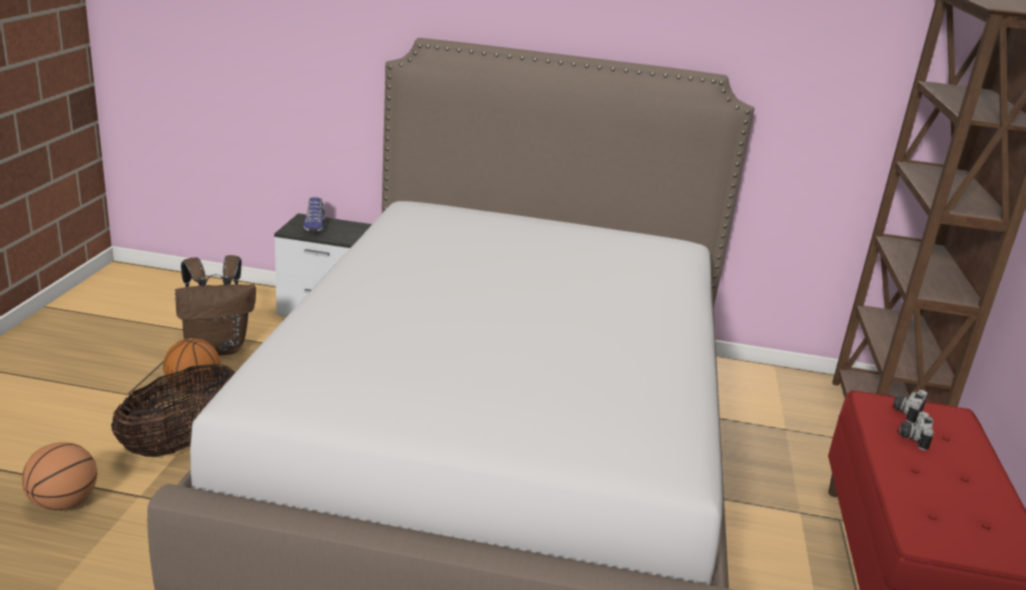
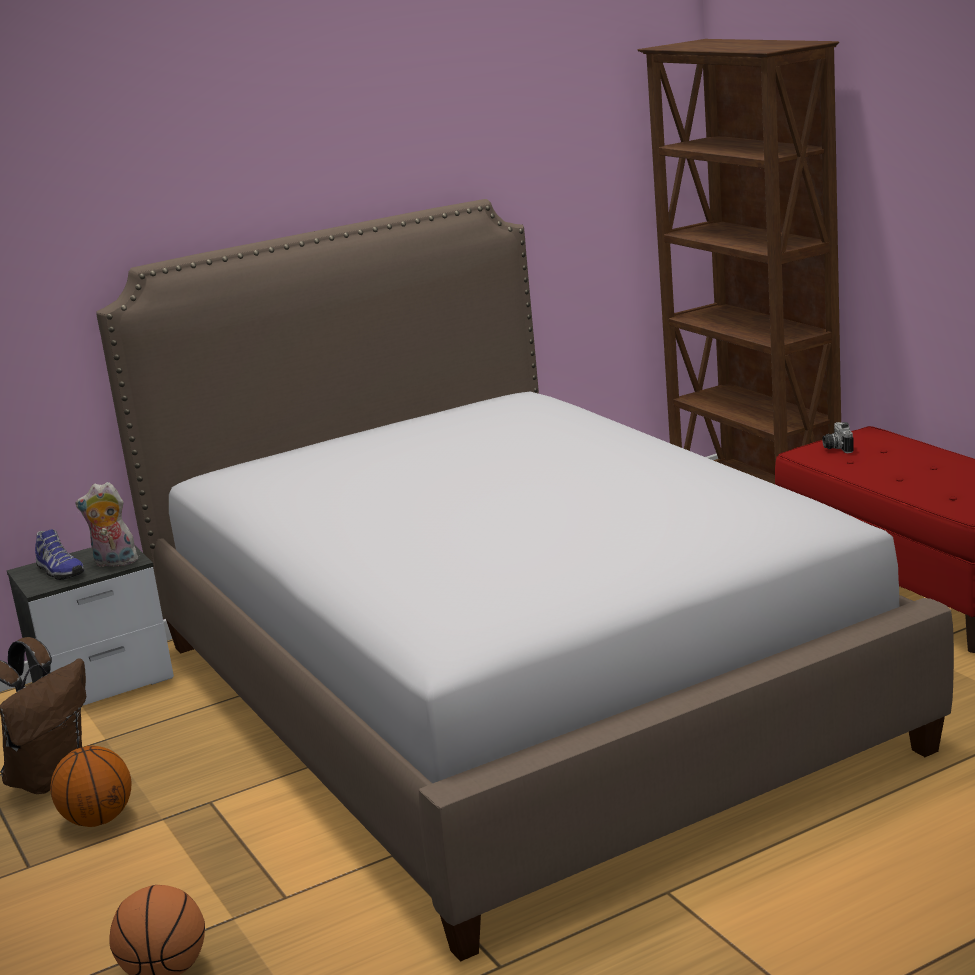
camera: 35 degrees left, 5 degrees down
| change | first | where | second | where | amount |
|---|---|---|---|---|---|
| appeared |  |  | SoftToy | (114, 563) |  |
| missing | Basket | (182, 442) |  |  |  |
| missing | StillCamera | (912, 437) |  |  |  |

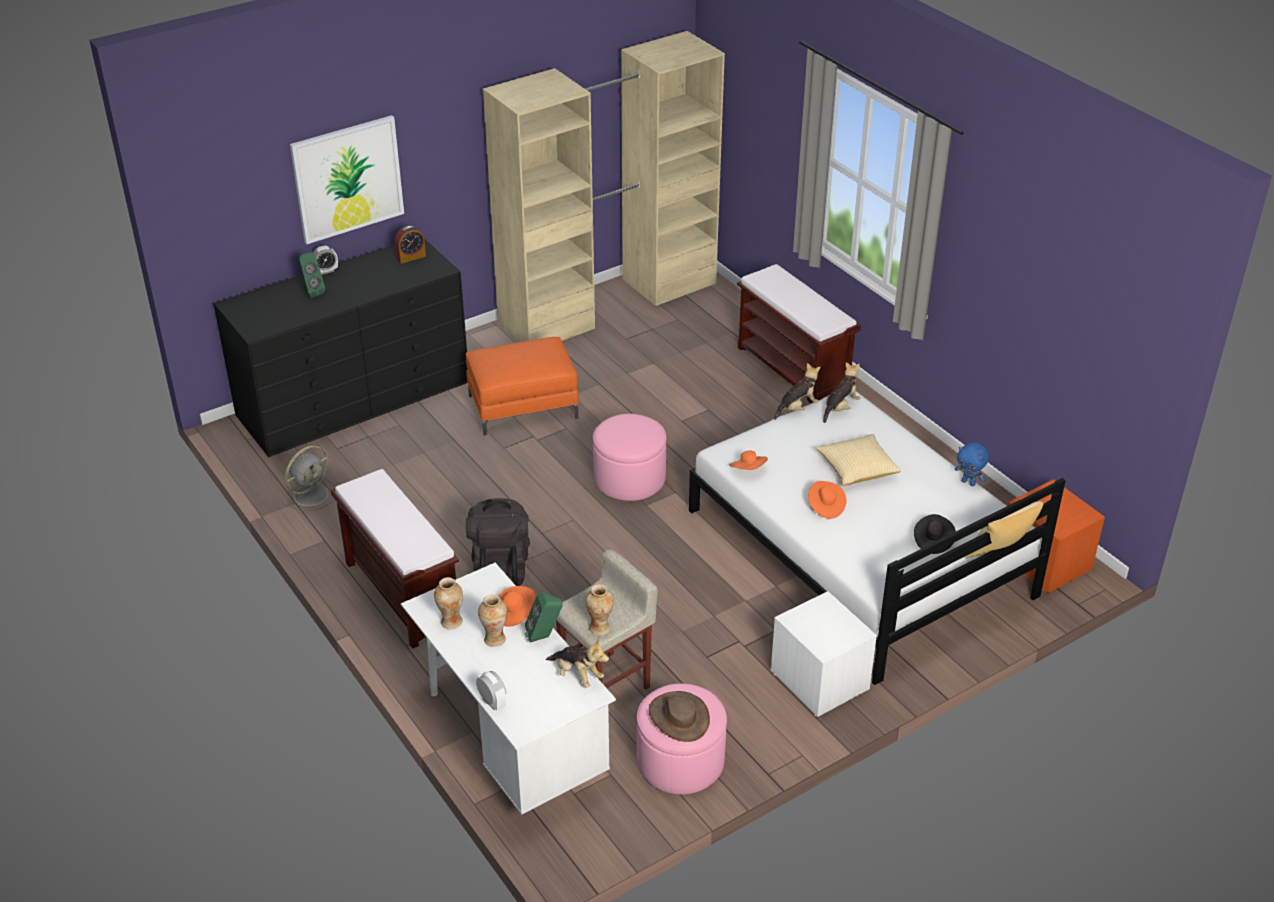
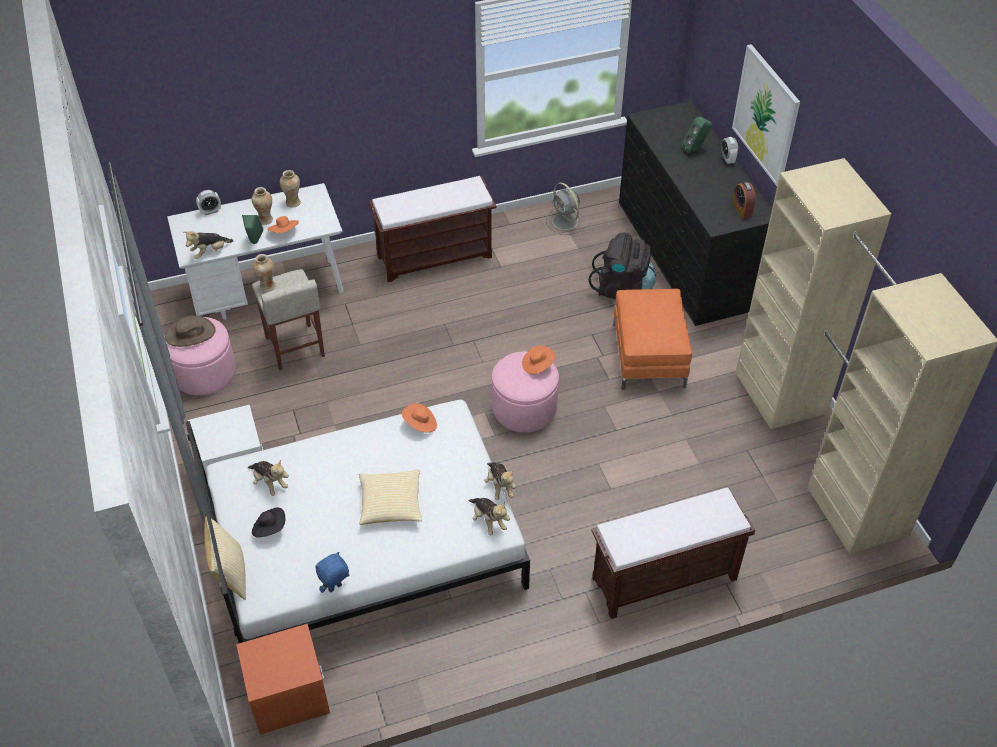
camera: 105 degrees right, 10 degrees up
| change | first | where | second | where | amount |
|---|---|---|---|---|---|
| appeared |  |  | SoftToy | (269, 483) |  |
| relocated | OrangeColouredHat | (825, 507) |  | (537, 365) |  |
| relocated | BlackColouredKnapsack | (500, 568) |  | (622, 288) |  |

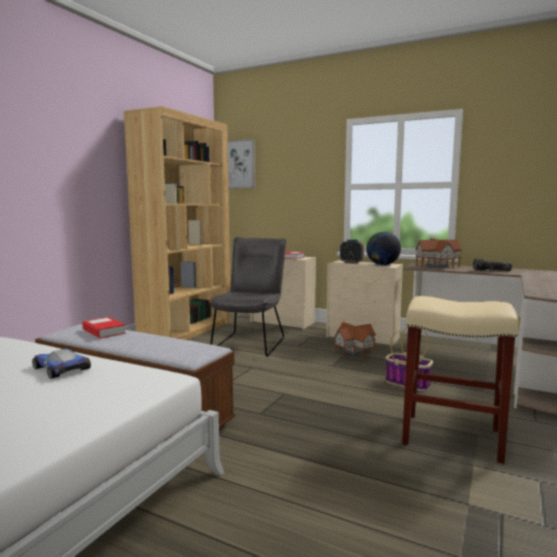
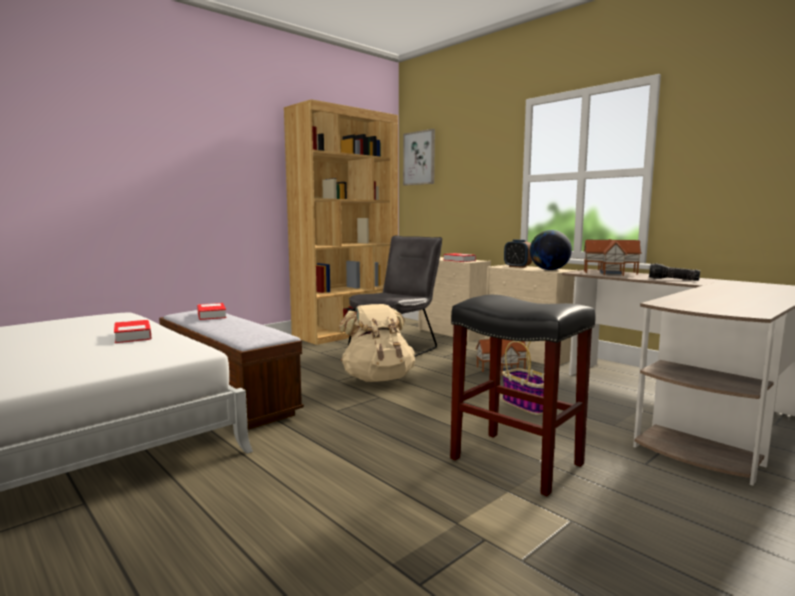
camera: 20 degrees right, 0 degrees up
| change | first | where | second | where | amount |
|---|---|---|---|---|---|
| exchanged | ToyCar | (61, 368) | BoundBook | (133, 336) |  |
| appeared |  |  | BeigeKnapsack | (377, 379) |  |
| colour | BeigeSittingStool | (450, 436) | BlackColouredSittingStool | (514, 461) |  |

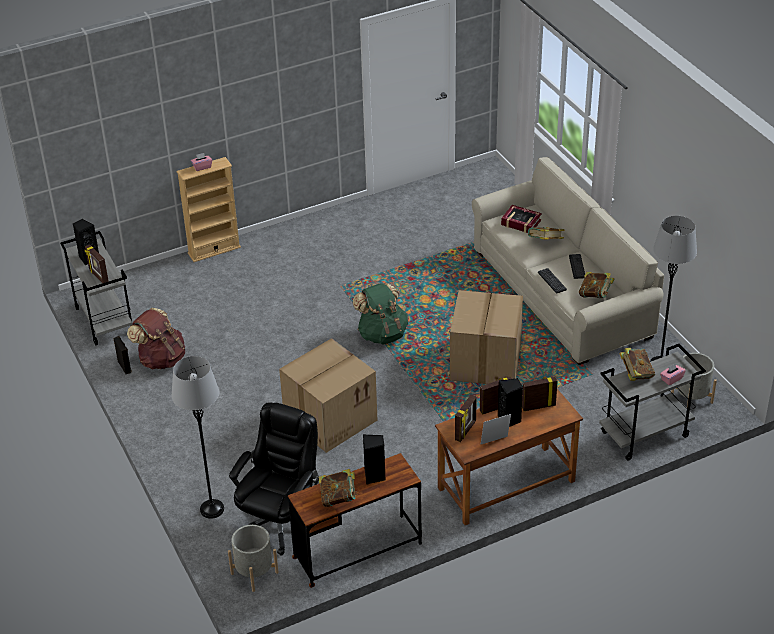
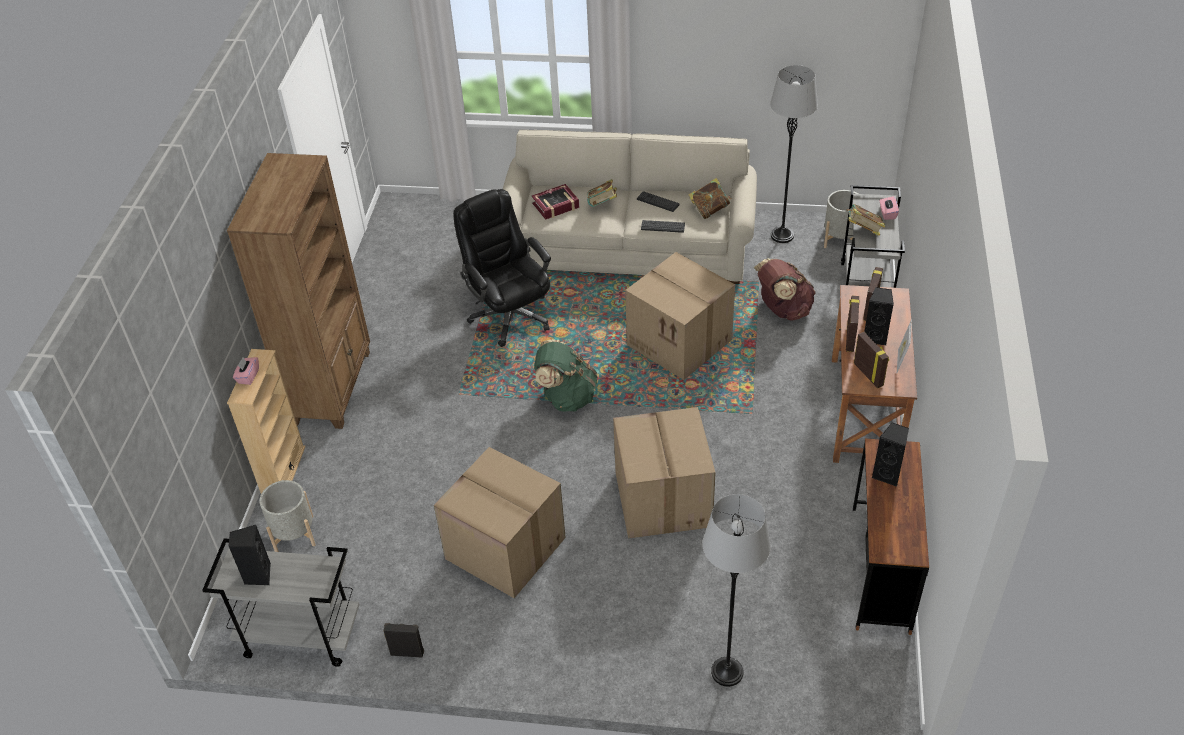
camera: 55 degrees left, 5 degrees up
| change | first | where | second | where | amount |
|---|---|---|---|---|---|
| appeared |  |  | BrownishBookcase | (332, 387) |  |
| relocated | GreyishPlanter | (254, 573) |  | (294, 534) |  |
| appeared |  |  | PackingBox | (503, 548) |  |
| relocated | BlackColouredComputerChair | (281, 521) |  | (510, 315) |  |
| relocated | BrownishKnapsack | (161, 359) |  | (783, 309) |  |
| missing | StandingFrame | (98, 276) |  |  |  |
| missing | BoundBook | (338, 498) |  |  |  |

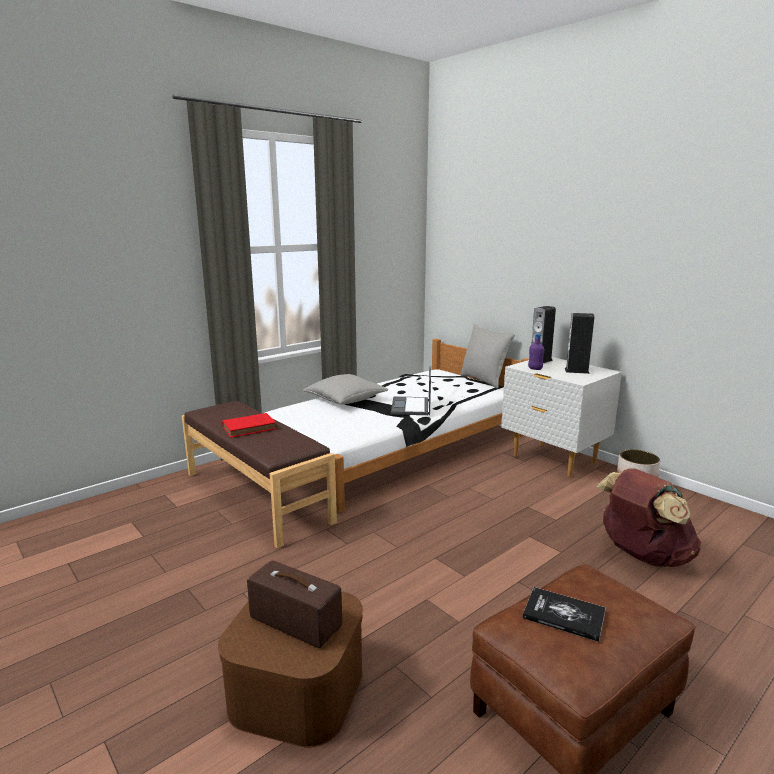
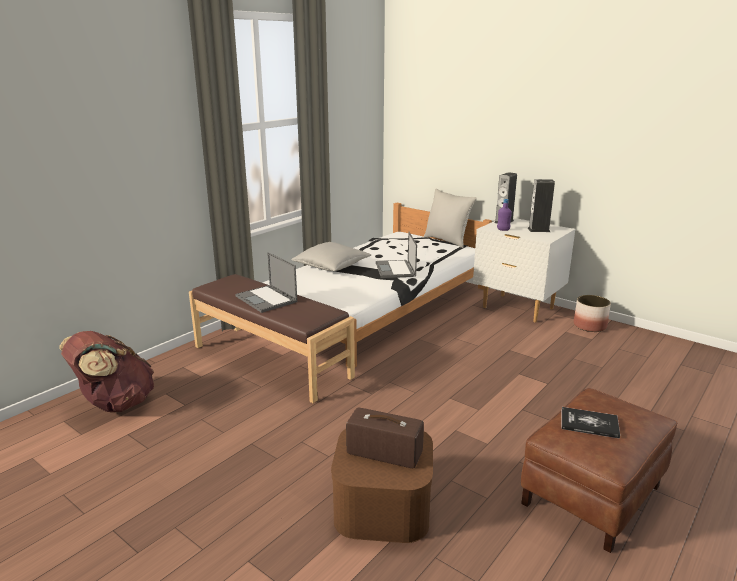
camera: 10 degrees left, 5 degrees up
| change | first | where | second | where | amount |
|---|---|---|---|---|---|
| relocated | BrownishKnapsack | (642, 556) |  | (115, 404) |  |
| exchanged | RedColouredBoundBook | (250, 428) | Laptop | (267, 299) |  |

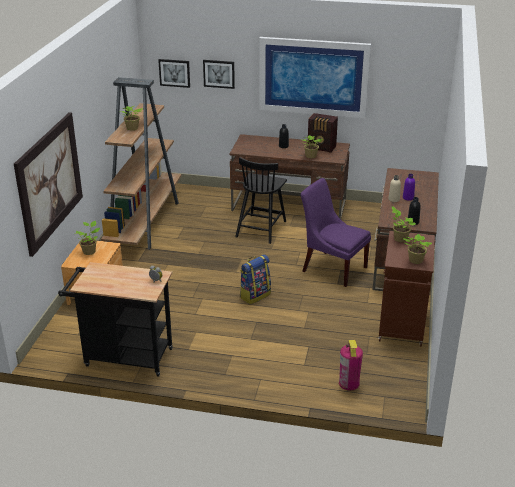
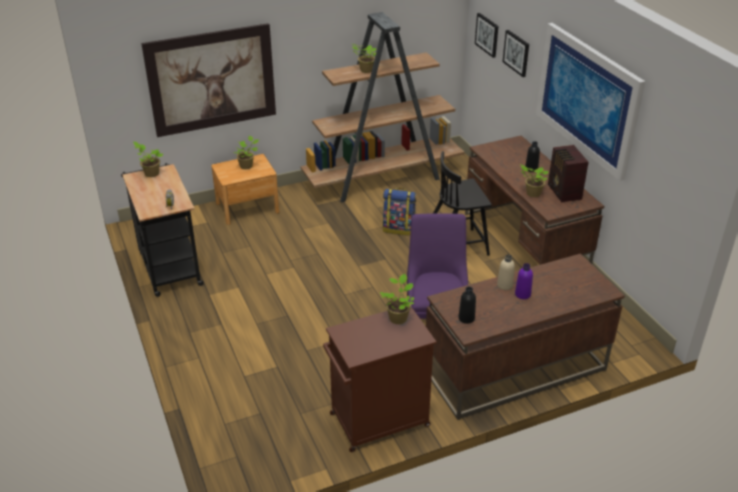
camera: 55 degrees right, 5 degrees up
| change | first | where | second | where | amount |
|---|---|---|---|---|---|
| relocated | PlantInAPot | (415, 261) |  | (151, 173) |  |
| relocated | Knapsack | (255, 295) |  | (399, 229) |  |
| missing | FireExtinguisher | (349, 383) |  |  |  |

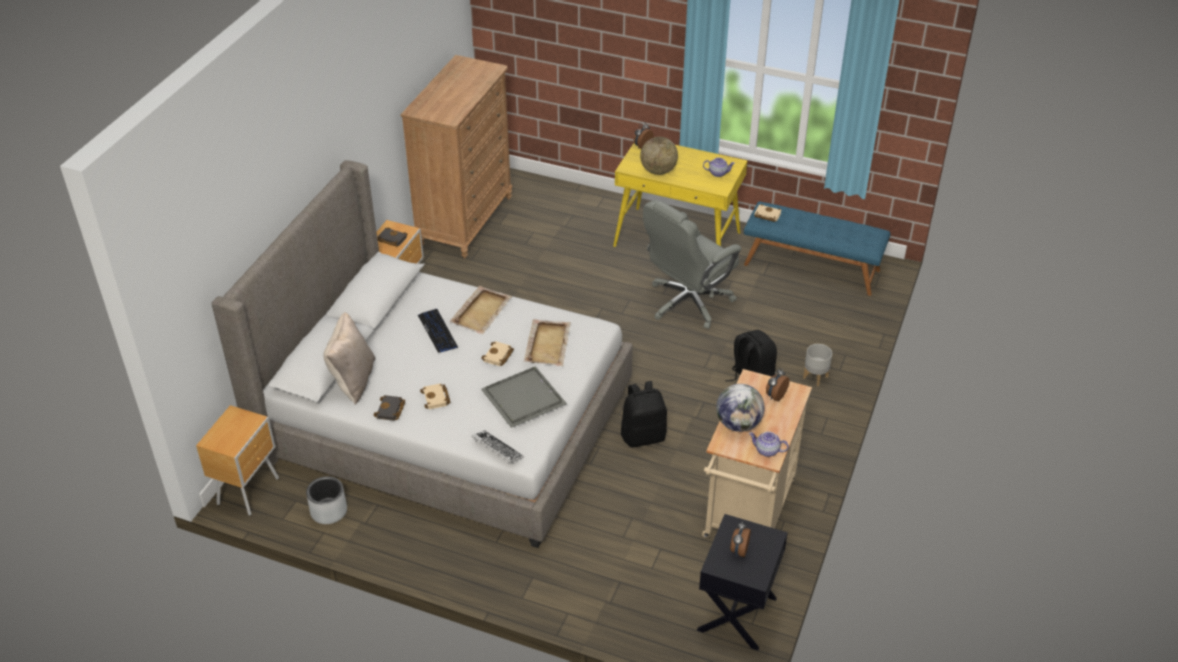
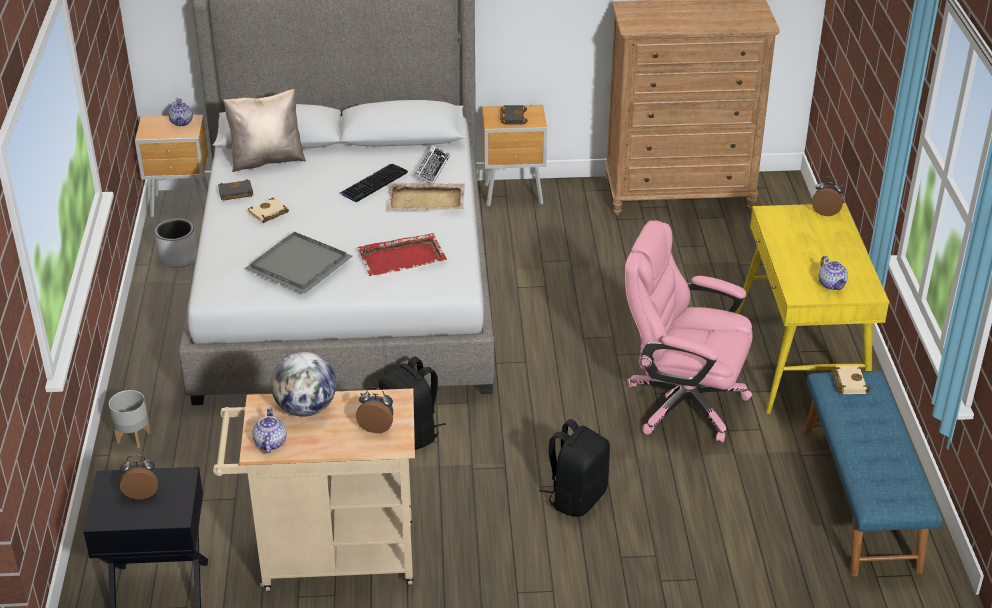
camera: 65 degrees right, 5 degrees down
| change | first | where | second | where | amount |
|---|---|---|---|---|---|
| relocated | GreyishPlanter | (815, 377) |  | (133, 438) |  |
| appeared |  |  | Teapot | (182, 122) |  |
| colour | BeigeCarryingTray | (548, 344) | RedColouredCarryingTray | (403, 257) |  |
| relocated | Keyboard | (497, 449) |  | (432, 168) |  |
| colour | GreyishComputerChair | (688, 302) | PinkishComputerChair | (682, 402) |  |
| missing | BeigeBoundBook | (498, 356) |  |  |  |
| missing | WorldGlobe | (658, 171) |  |  |  |

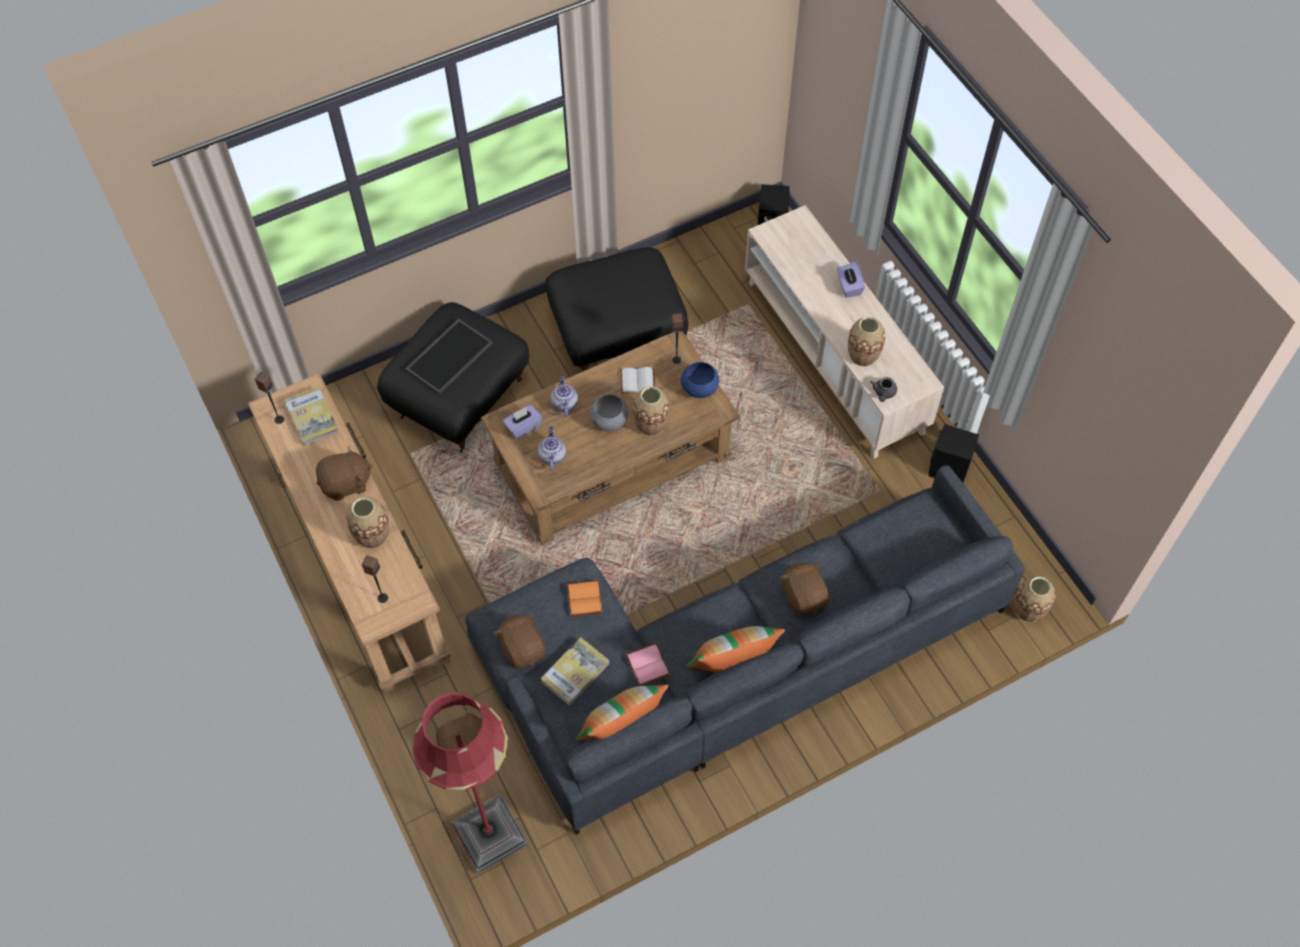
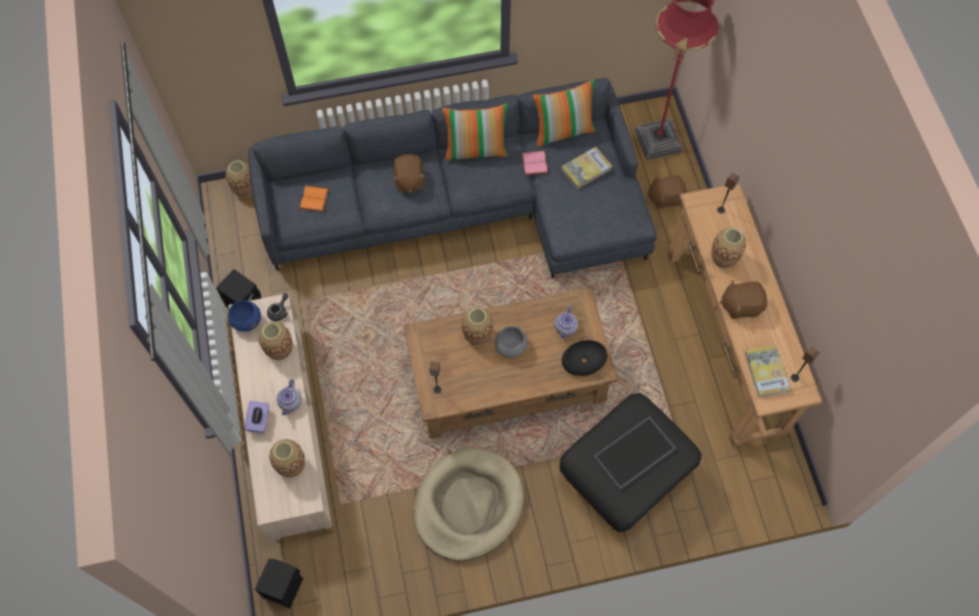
camera: 165 degrees left, 5 degrees up
| change | first | where | second | where | amount |
|---|---|---|---|---|---|
| relocated | BlueServingBowl | (699, 389) |  | (247, 320) |  |
| appeared |  |  | Vase | (291, 465) |  |
| relocated | Teapot | (564, 403) |  | (290, 403) |  |
| relocated | OrangeColouredBoundBook | (583, 598) |  | (315, 199) |  |
| exchanged | BlackColouredOttoman | (618, 333) | BeigeDogBed | (468, 505) |  |
| exchanged | PurplishTissueBox | (523, 427) | BlackColouredServingBowl | (584, 360) |  |
| missing | BrownishSoftToy | (522, 648) |  |  |  |
| missing | WhiteBoundBook | (638, 380) |  |  |  |

